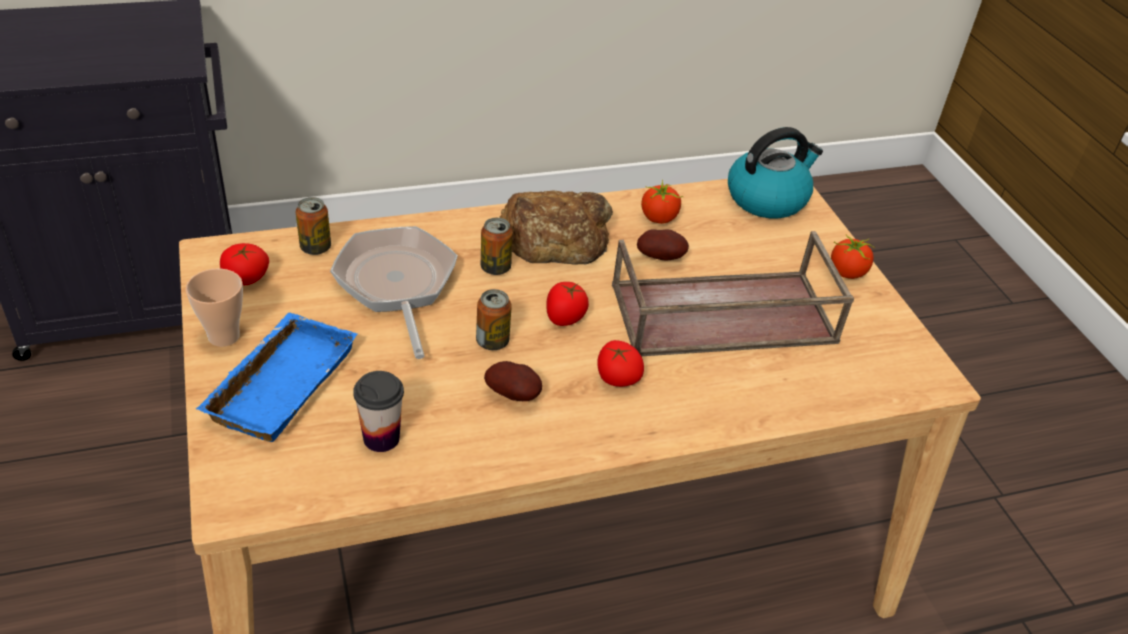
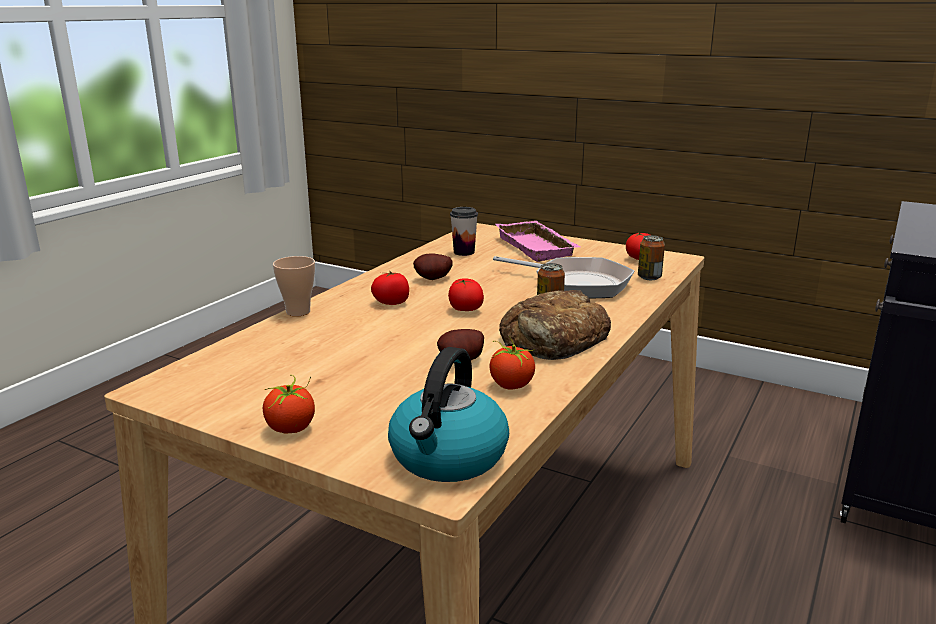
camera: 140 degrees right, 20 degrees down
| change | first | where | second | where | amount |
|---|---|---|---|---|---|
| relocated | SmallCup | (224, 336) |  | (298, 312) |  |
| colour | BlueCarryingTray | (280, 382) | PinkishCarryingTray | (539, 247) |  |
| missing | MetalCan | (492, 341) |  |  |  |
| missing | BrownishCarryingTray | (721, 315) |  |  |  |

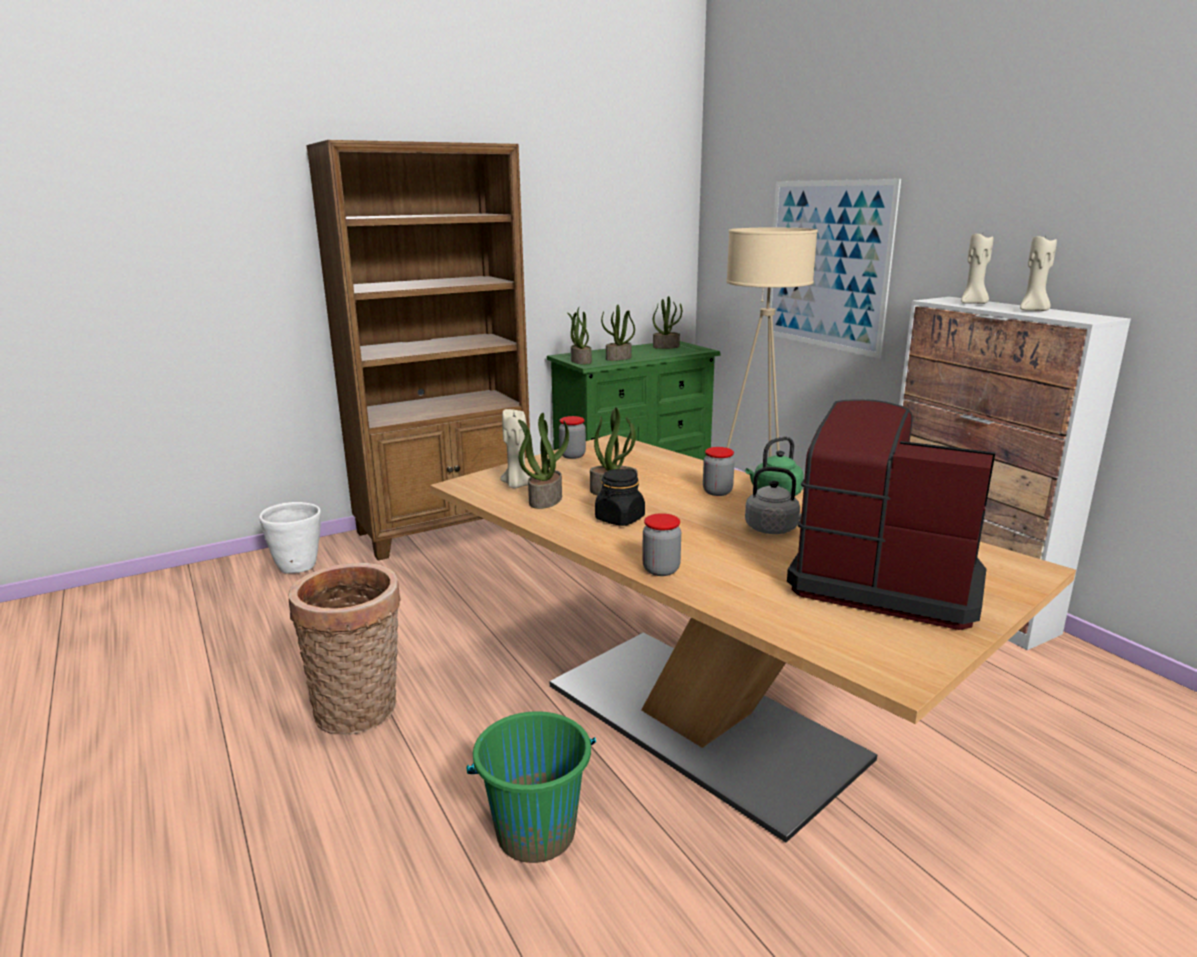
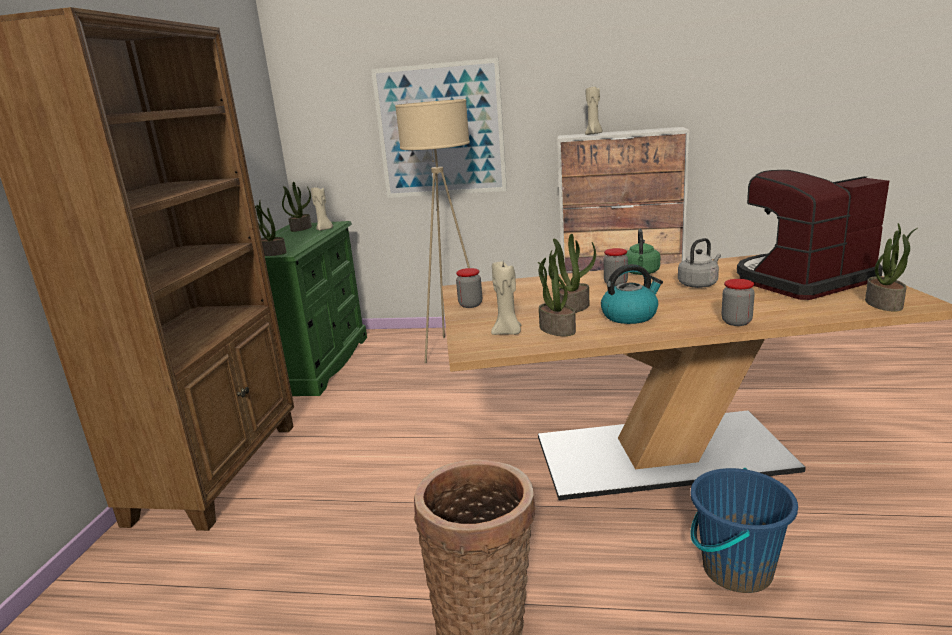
camera: 50 degrees left, 0 degrees up
| change | first | where | second | where | amount |
|---|---|---|---|---|---|
| relocated | BeigeWaxCandle | (1033, 311) |  | (324, 229) |  |
| exchanged | BlackColouredPreserveJar | (619, 519) | TeaKettle | (630, 316) |  |
| colour | GreenWaterBucket | (535, 833) | BlueWaterBucket | (736, 569) |  |
| relocated | PlantInAPot | (618, 358) |  | (884, 304) |  |
| missing | WhitePlanter | (298, 567) |  |  |  |

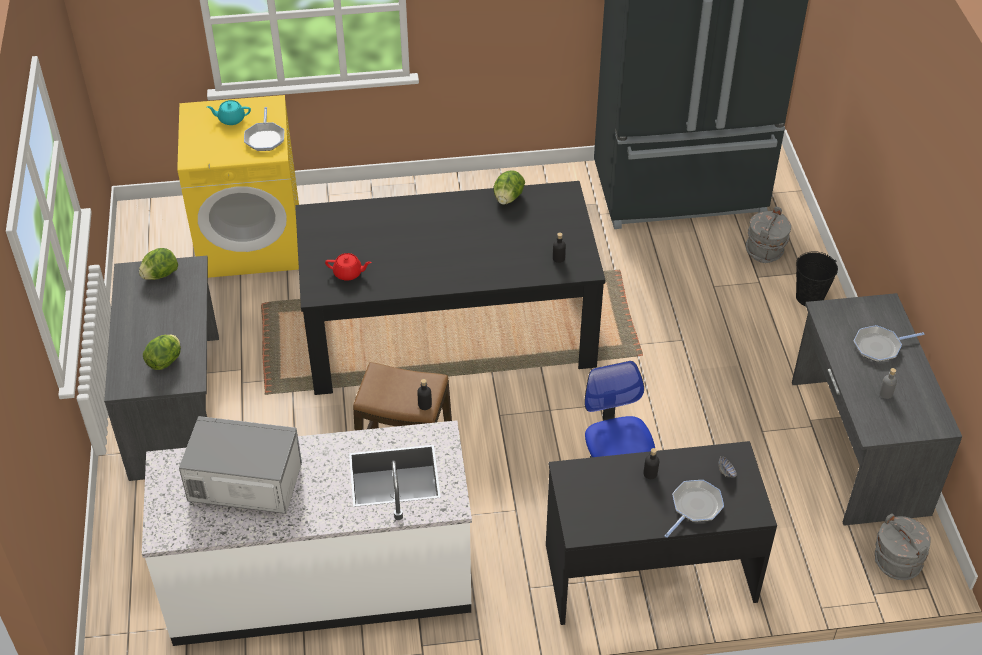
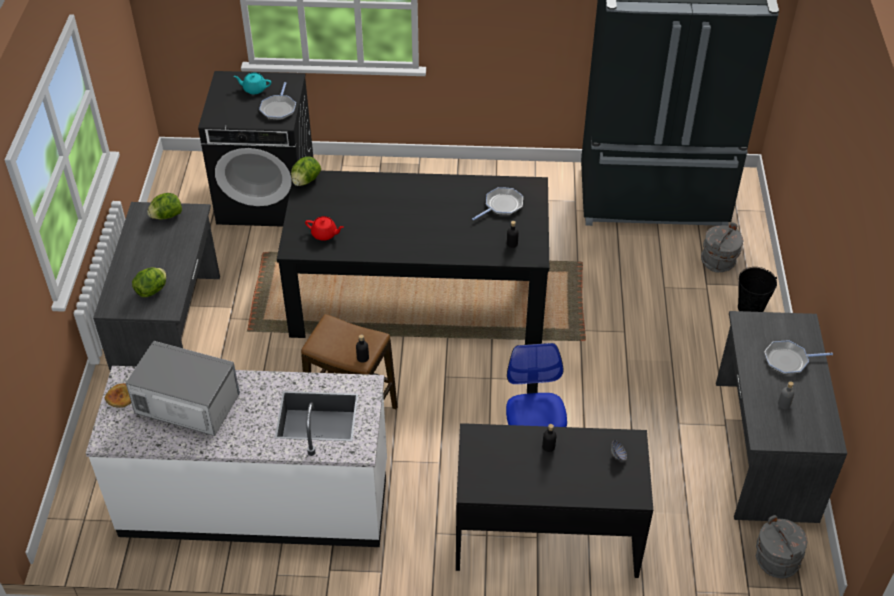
camera: 10 degrees right, 0 degrees up
| change | first | where | second | where | amount |
|---|---|---|---|---|---|
| appeared |  |  | BakedBread | (121, 397) |  |
| colour | YellowWashingMachine | (251, 240) | BlackColouredWashingMachine | (267, 197) |  |
| relocated | HeadOfLettuce | (508, 198) |  | (306, 181) |  |
| relocated | FryingPan | (695, 507) |  | (502, 205) |  |

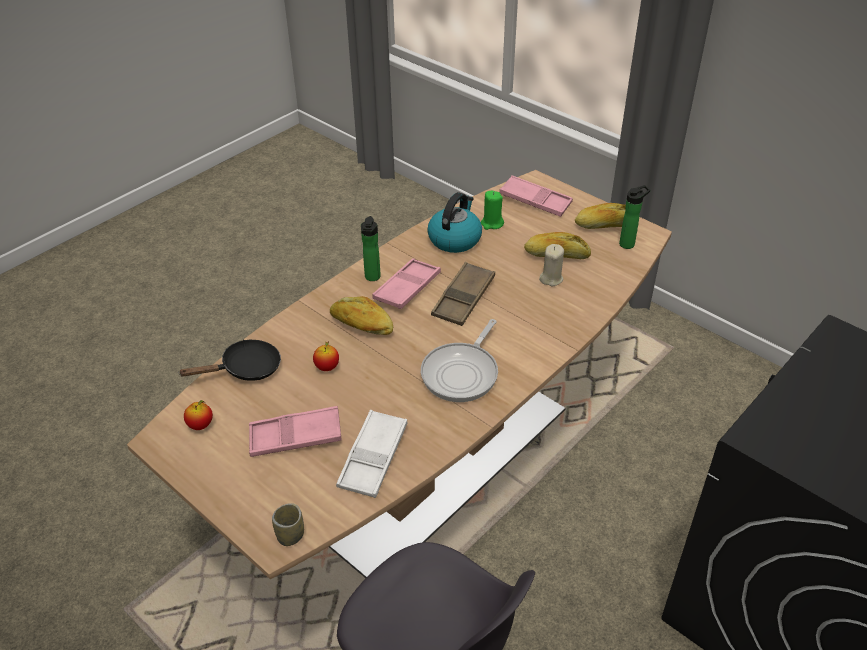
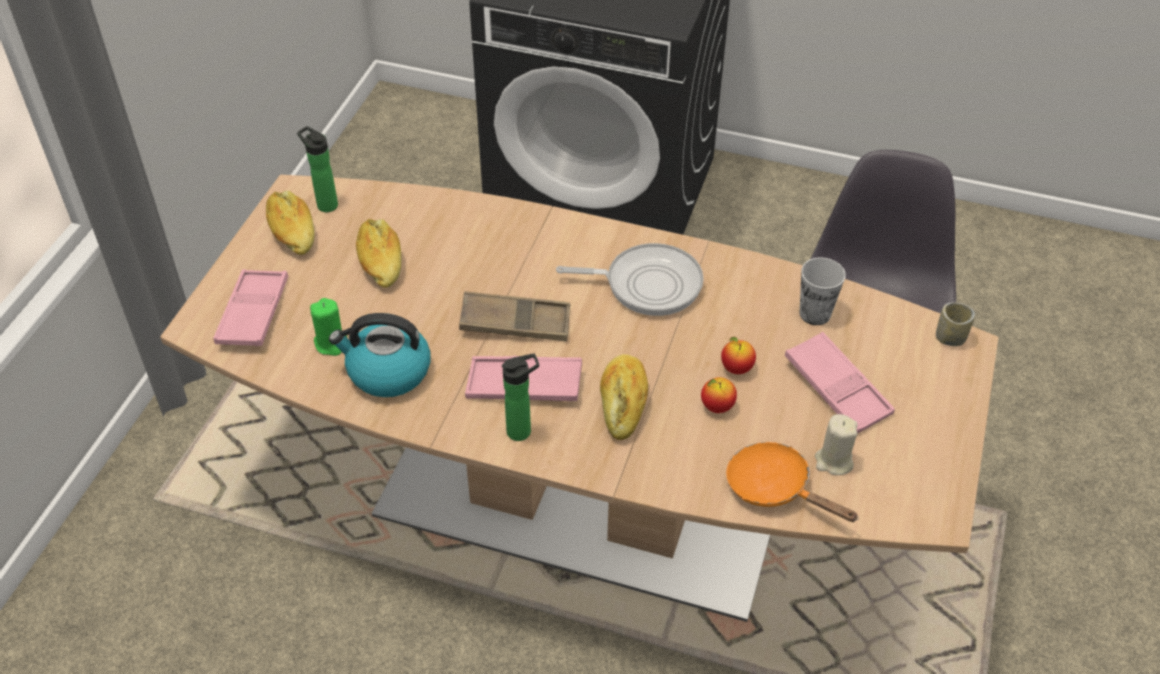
camera: 115 degrees left, 5 degrees up
| change | first | where | second | where | amount |
|---|---|---|---|---|---|
| relocated | Apple | (201, 425) |  | (736, 368) |  |
| colour | BlackColouredFryingPan | (246, 369) | OrangeColouredFryingPan | (775, 488) |  |
| exchanged | WhiteCarryingTray | (373, 458) | SmallCup | (815, 314) |  |
| relocated | BeigeWaxCandle | (551, 278) |  | (833, 461) |  |

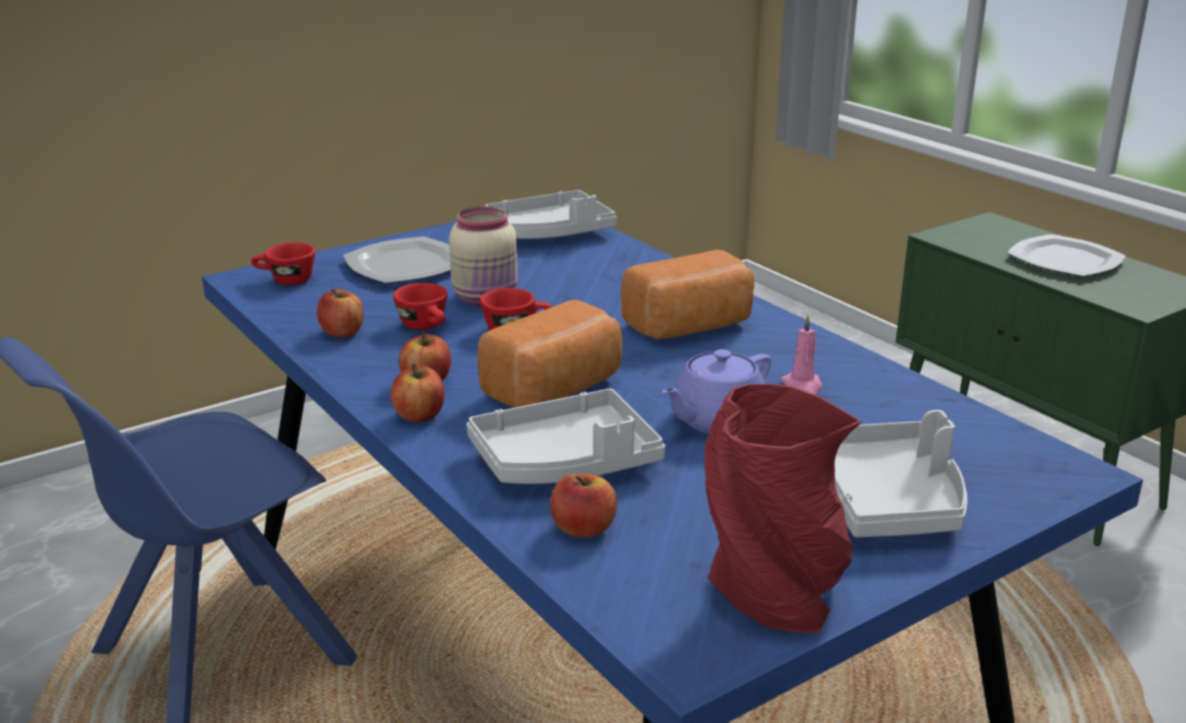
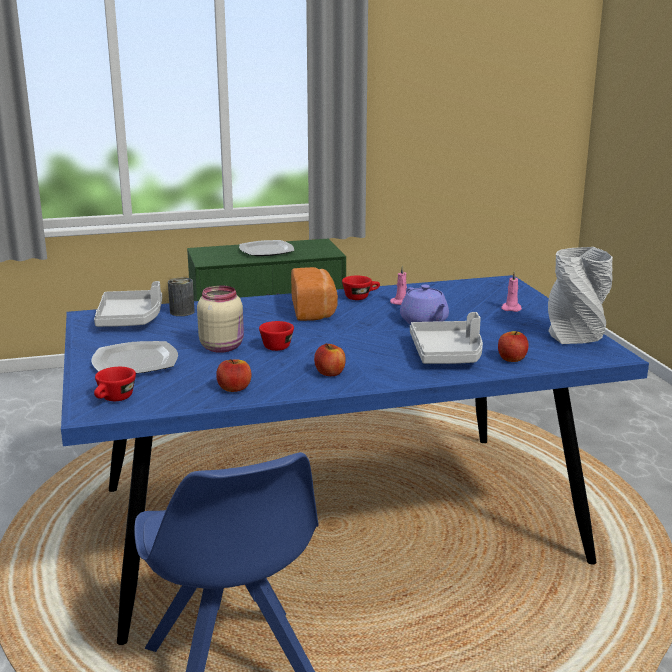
camera: 70 degrees left, 5 degrees down
| change | first | where | second | where | amount |
|---|---|---|---|---|---|
| appeared |  |  | MetalCan | (182, 312) |  |
| relocated | RedColouredSmallCup | (427, 327) |  | (360, 297) |  |
| exchanged | GreyishCarryingTray | (887, 499) | PinkishWaxCandle | (511, 308) |  |
| colour | RedColouredVase | (773, 596) | GreyishVase | (576, 337) |  |
| missing | Apple | (419, 415) |  |  |  |
| missing | BakedBread | (557, 389) |  |  |  |

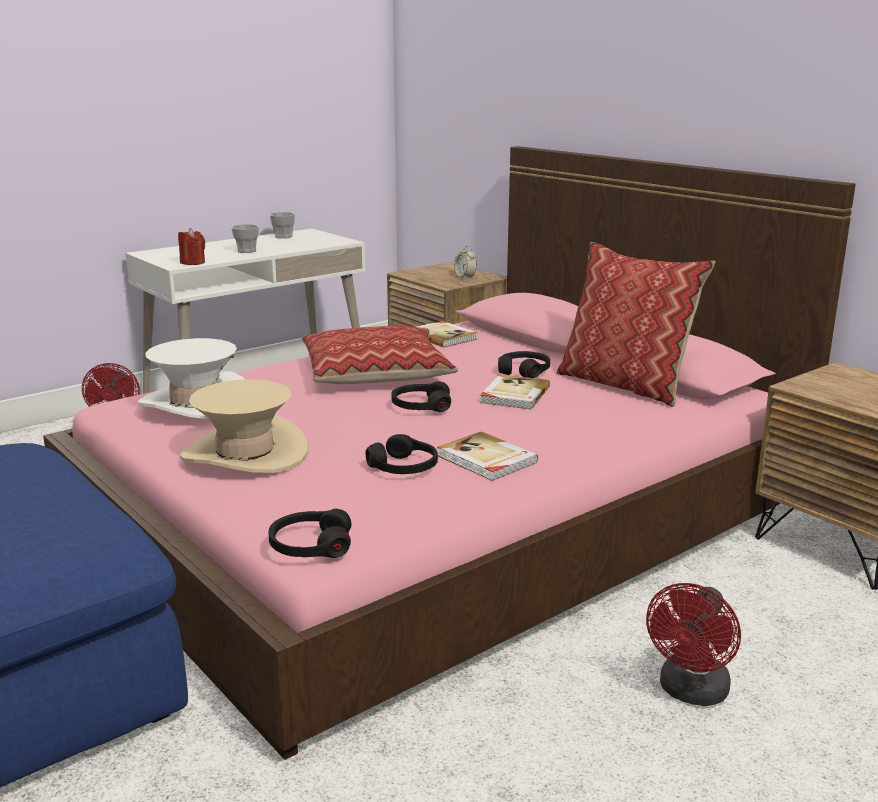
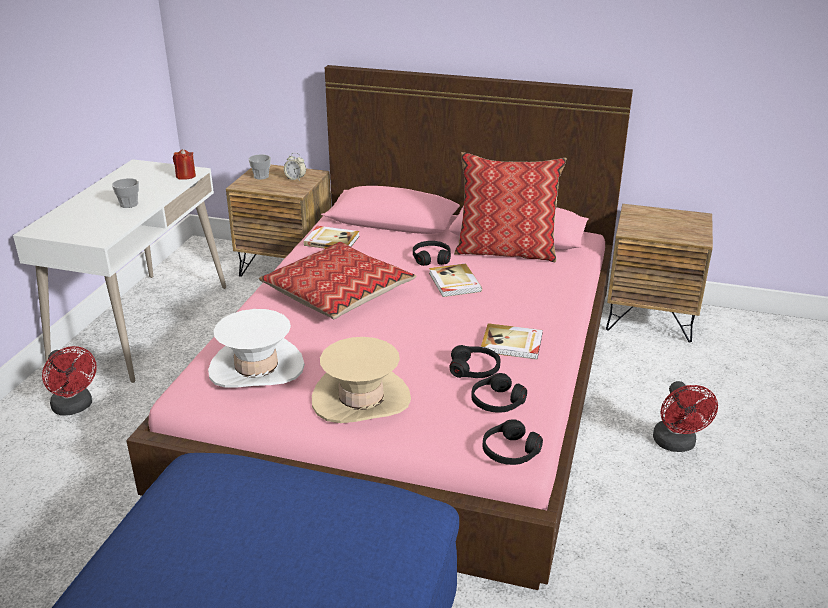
camera: 35 degrees left, 10 degrees up
| change | first | where | second | where | amount |
|---|---|---|---|---|---|
| relocated | RedColouredWaxCandle | (193, 262) |  | (185, 176) |  |
| relocated | SmallCup | (283, 237) |  | (261, 176) |  |
| relocated | BlackColouredHeadset | (421, 406) |  | (497, 402) |  |

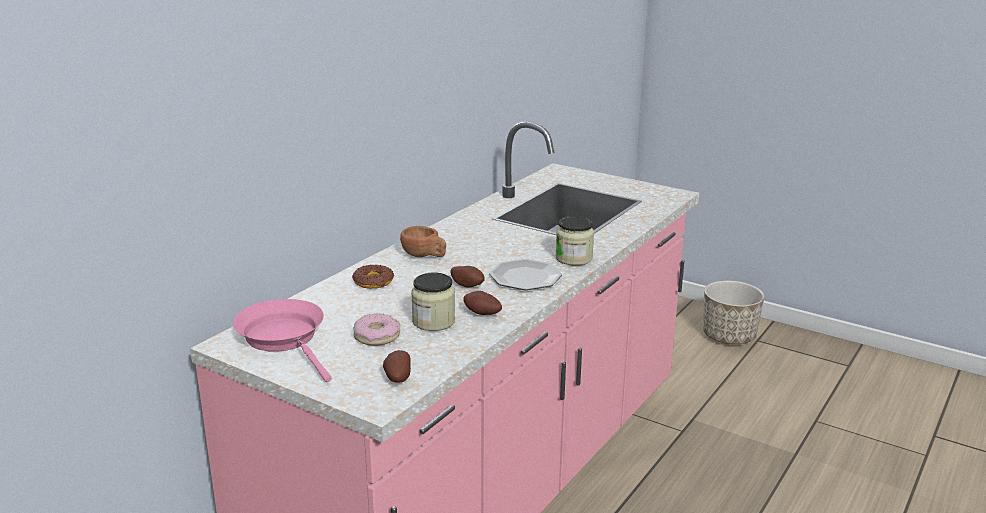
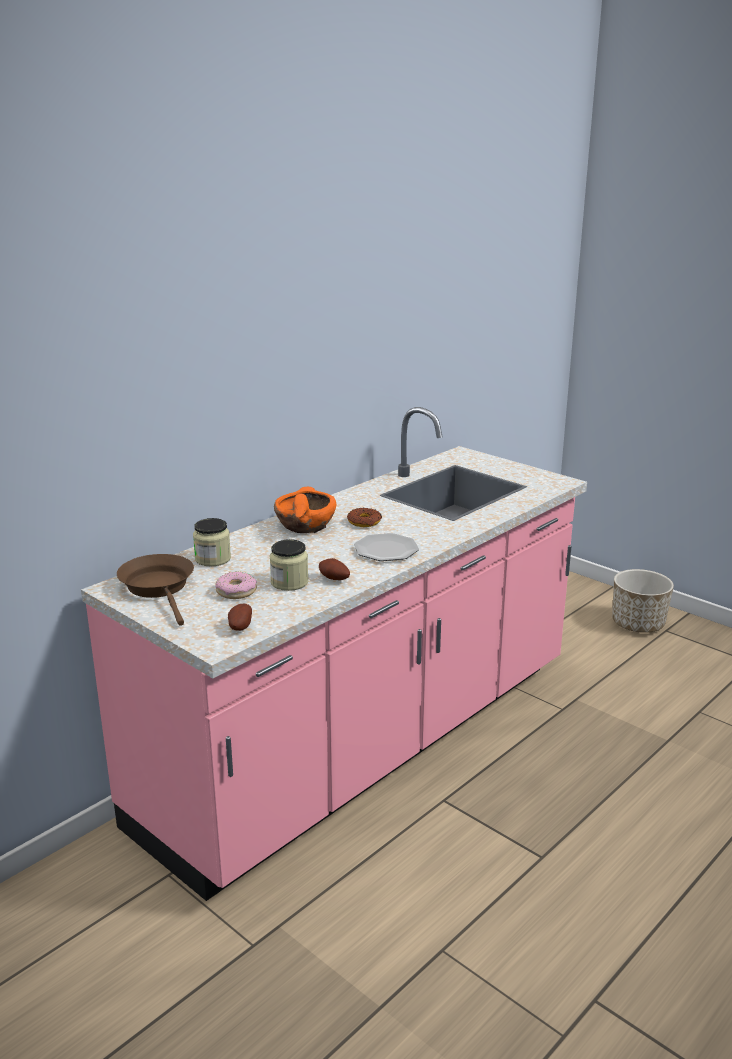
camera: 10 degrees right, 0 degrees up
| change | first | where | second | where | amount |
|---|---|---|---|---|---|
| colour | PinkishFryingPan | (285, 339) | BrownishFryingPan | (159, 588) |  |
| relocated | PreserveJar | (574, 258) |  | (213, 559) |  |
| exchanged | BrownishSmallCup | (424, 256) | OrangeColouredServingBowl | (305, 525) |  |
| relocated | Doughnut | (373, 282) |  | (364, 522) |  |
| missing | Potato | (468, 285) |  |  |  |

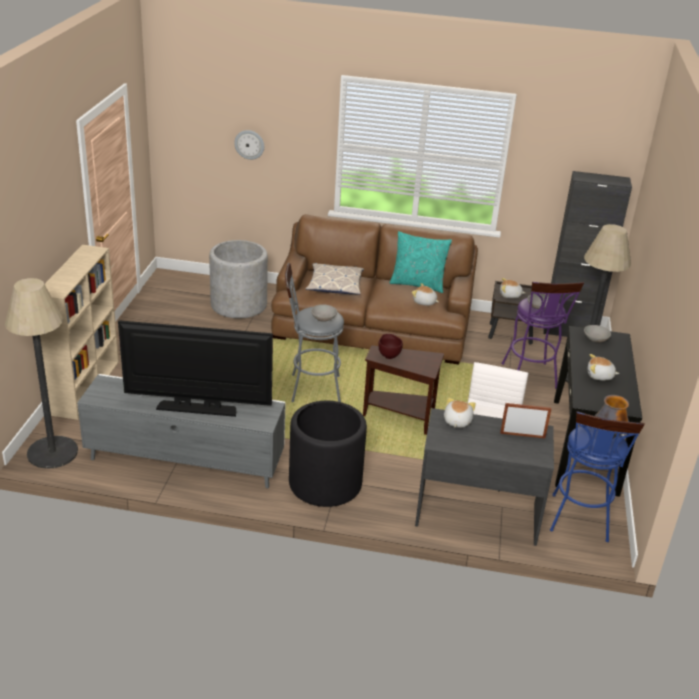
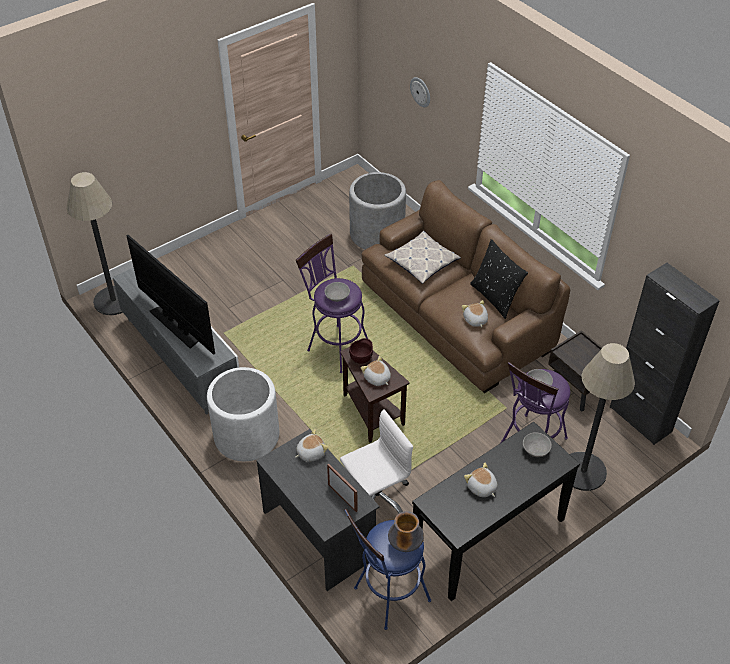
camera: 45 degrees right, 15 degrees up
| change | first | where | second | where | amount |
|---|---|---|---|---|---|
| colour | BlackColouredPlanter | (325, 483) | WhitePlanter | (247, 436) |  |
| colour | GreyishSittingStool | (310, 389) | PurplishSittingStool | (335, 346) |  |
| relocated | SoftToy | (510, 295) |  | (377, 378) |  |
| colour | TurquoiseColouredCushion | (417, 284) | BlackColouredCushion | (495, 297) |  |
| missing | BeigeBookcase | (86, 386) |  |  |  |

